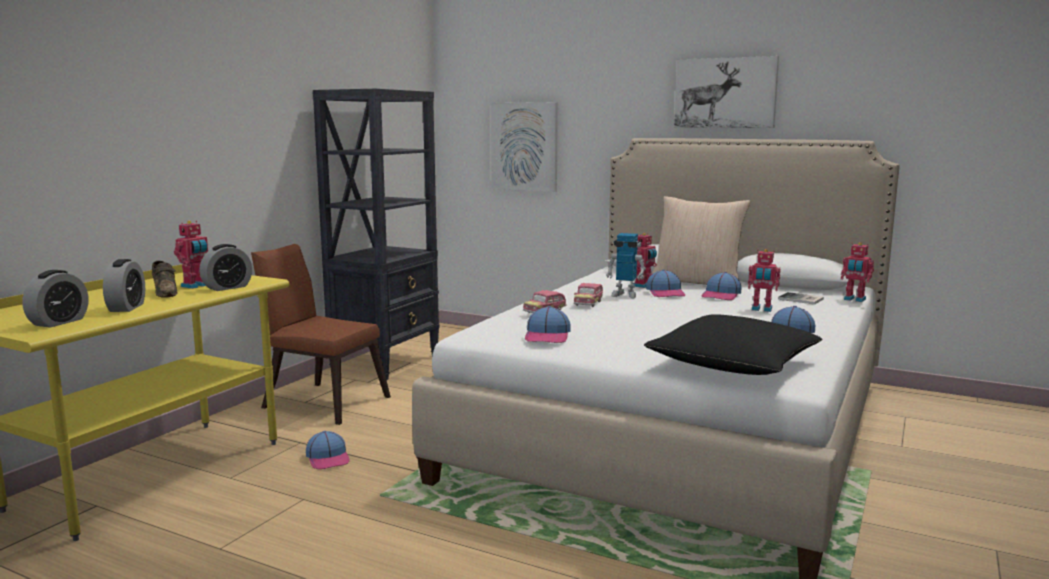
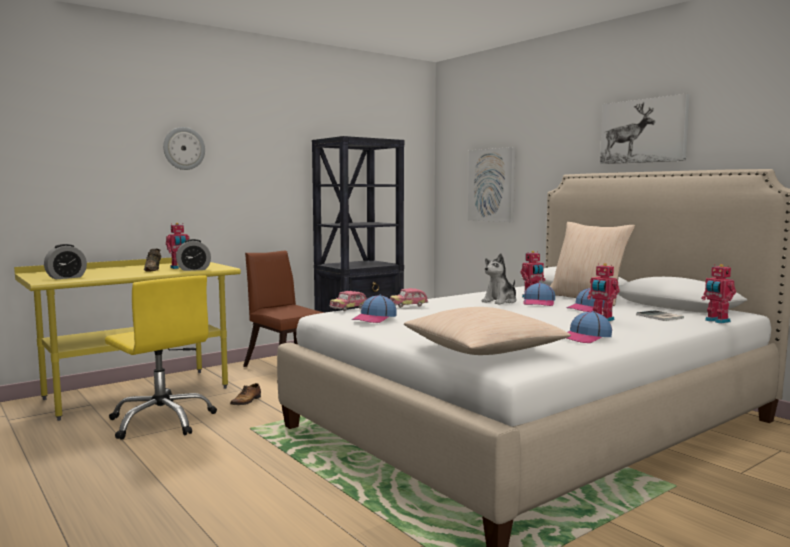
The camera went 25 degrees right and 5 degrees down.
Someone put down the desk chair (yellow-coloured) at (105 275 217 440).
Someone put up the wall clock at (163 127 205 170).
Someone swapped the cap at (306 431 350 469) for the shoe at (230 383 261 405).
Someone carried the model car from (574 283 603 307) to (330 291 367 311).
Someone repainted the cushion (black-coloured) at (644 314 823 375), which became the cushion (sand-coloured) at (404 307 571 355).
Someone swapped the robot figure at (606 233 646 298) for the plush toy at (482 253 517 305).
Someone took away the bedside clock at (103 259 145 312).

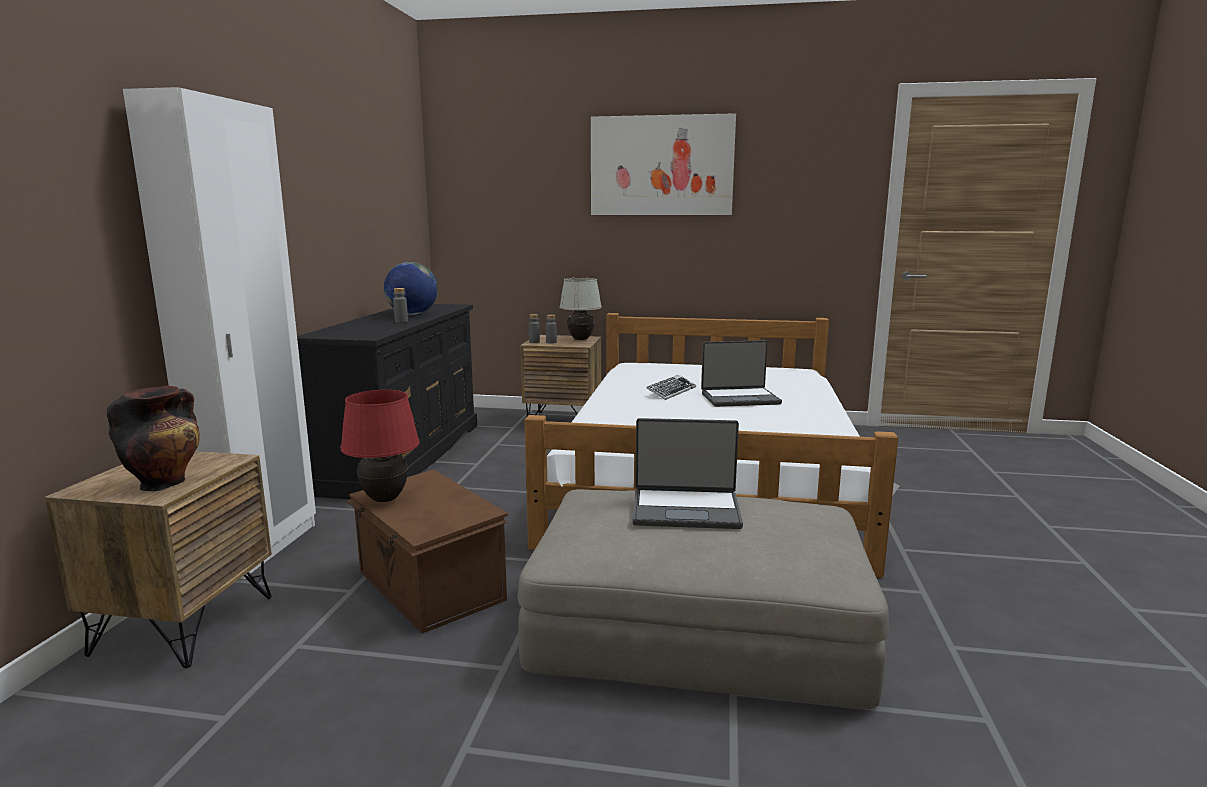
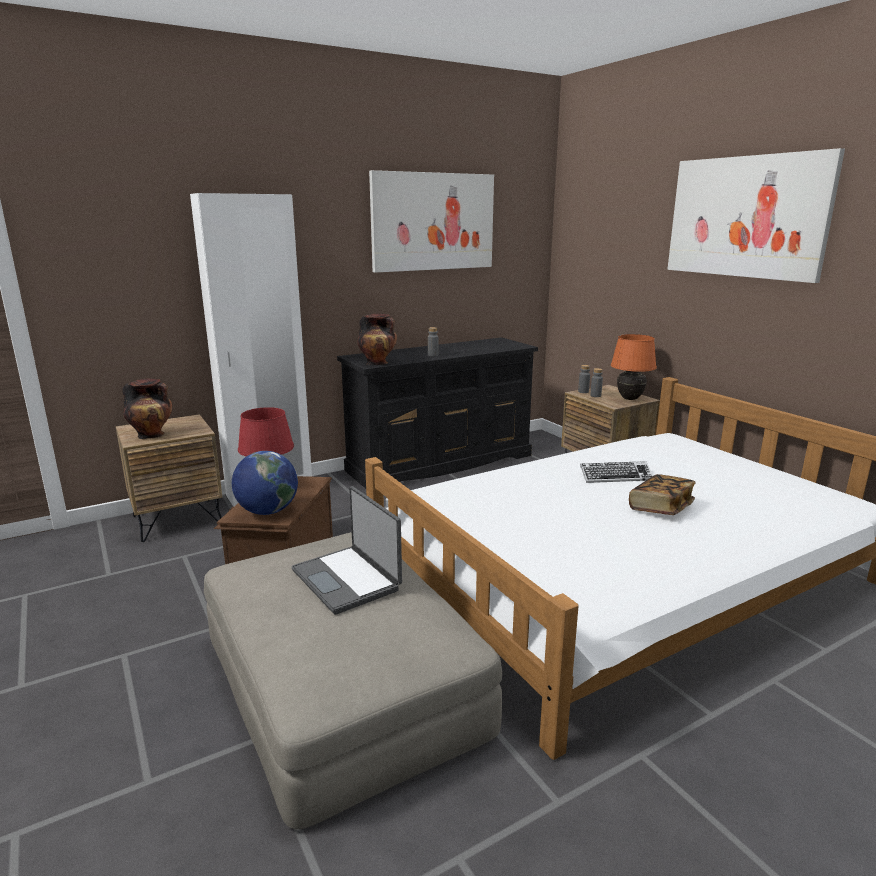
The camera went 50 degrees right and 5 degrees up.
Someone carried the world globe from (384 262 438 315) to (232 451 298 515).
Someone put down the vase at (357 314 397 365).
Someone put up the wall art at (369 170 494 273).
Someone repainted the lamp for a table (white-coloured) at (559 278 602 340), which became the lamp for a table (orangey) at (611 334 657 400).
Someone swapped the notebook computer at (701 340 782 407) for the book at (629 474 696 515).

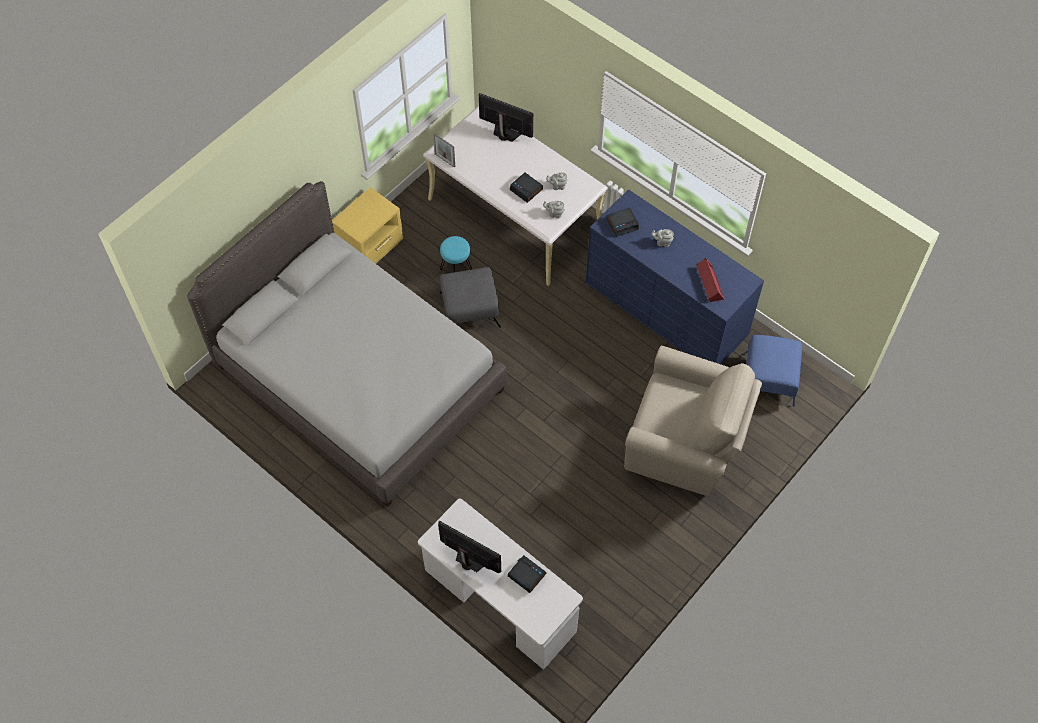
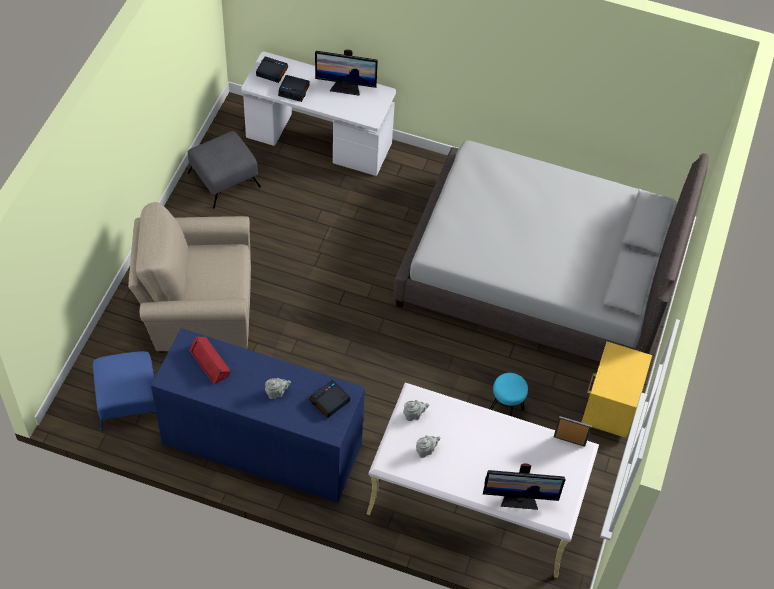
The camera went 155 degrees right and 5 degrees down.
Someone carried the footrest (gray) from (440 267 501 328) to (188 131 261 208).
Someone carried the bedside clock from (510 173 543 203) to (256 56 288 83).

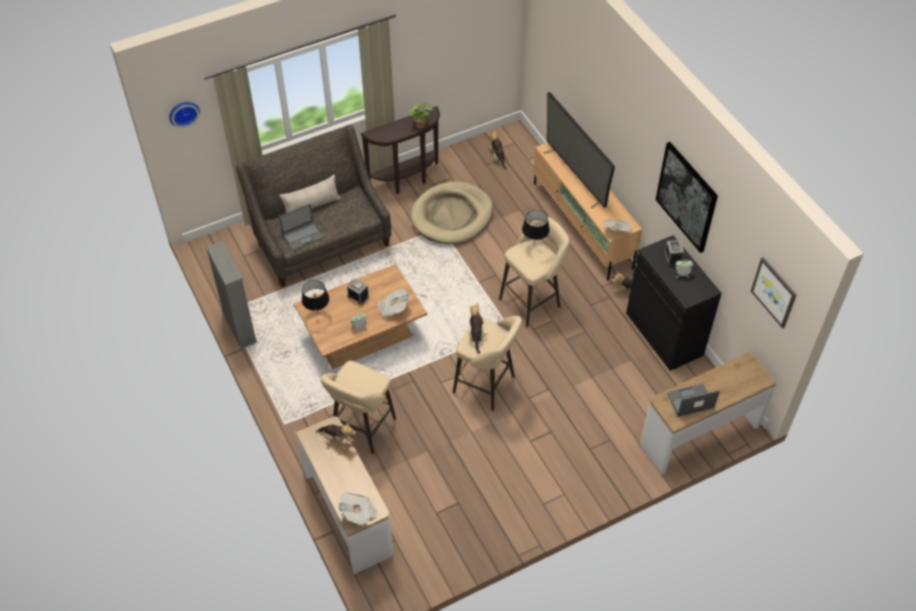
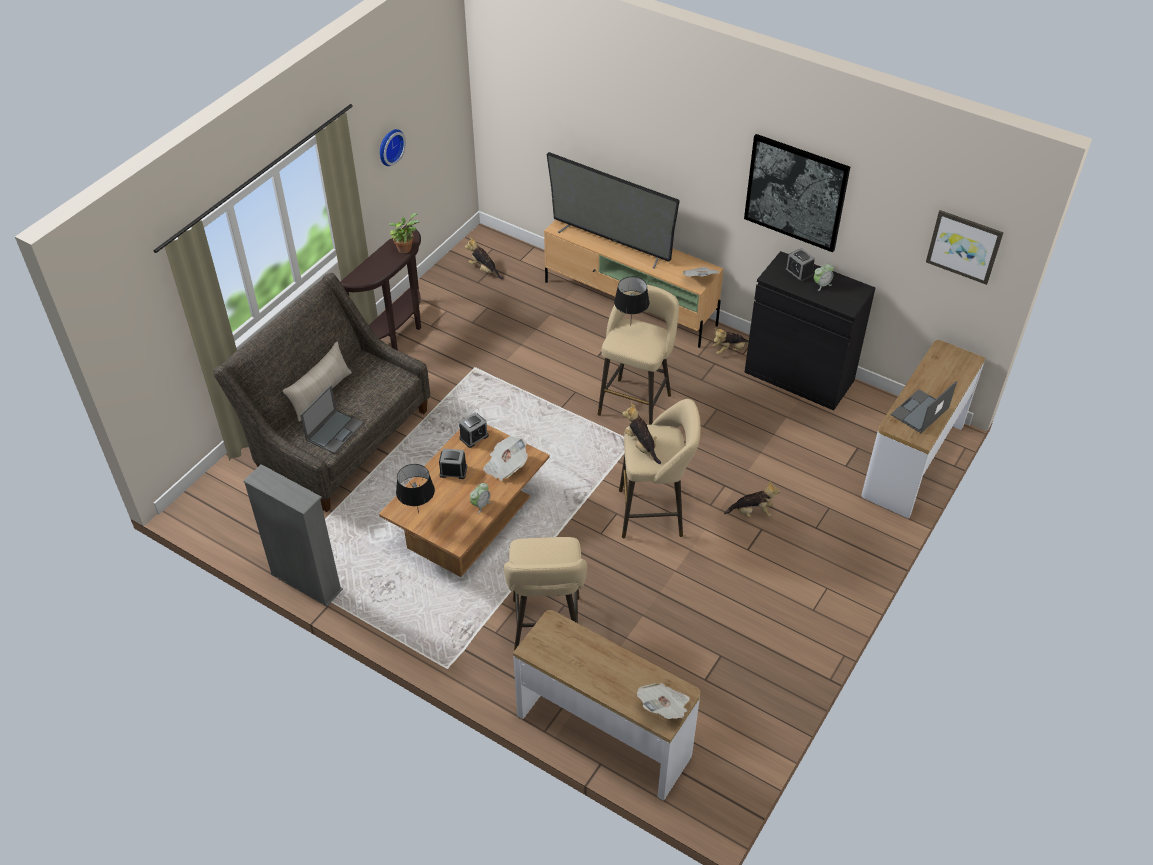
The camera went 30 degrees left and 5 degrees down.
Someone carried the wall clock from (169 102 200 128) to (380 129 406 166).
Someone put down the bedside clock at (459 412 489 448).
Someone carried the plush toy from (316 422 356 450) to (724 481 779 518).
Someone took away the dog bed (sand-coloured) at (410 181 493 244).

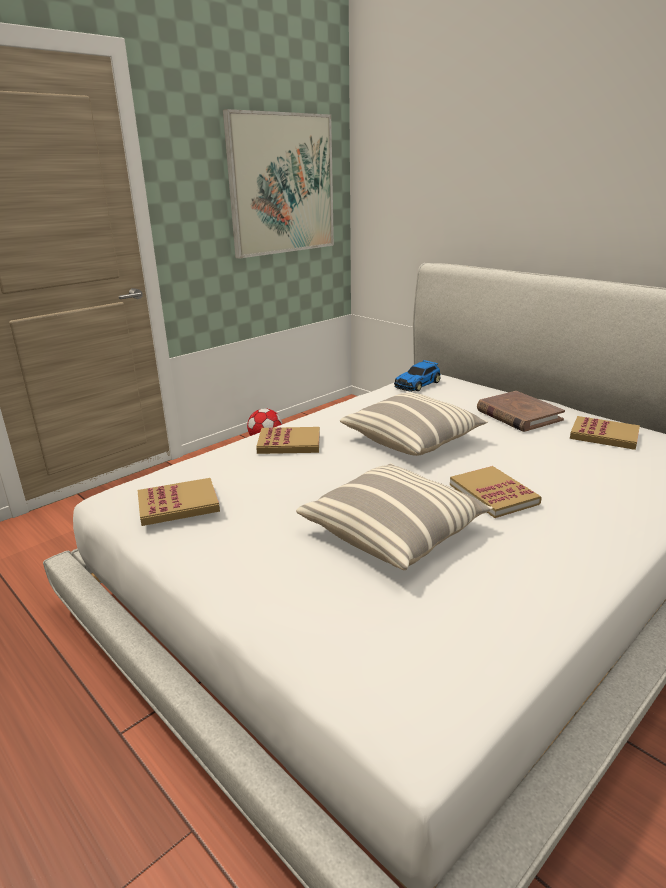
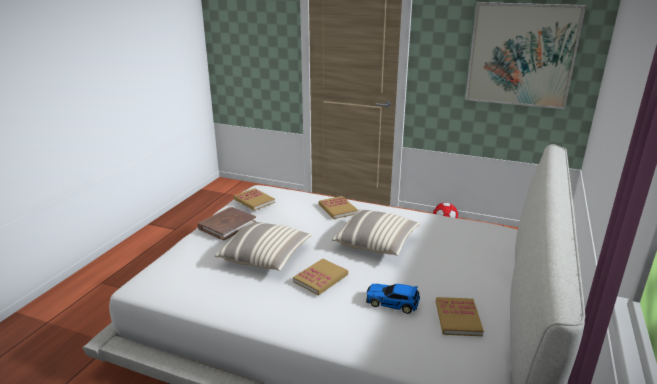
The camera went 65 degrees right and 0 degrees up.
Someone carried the book (brown) from (477 391 565 432) to (198 207 256 241).
Someone carried the model car from (394 360 441 392) to (366 284 420 314).

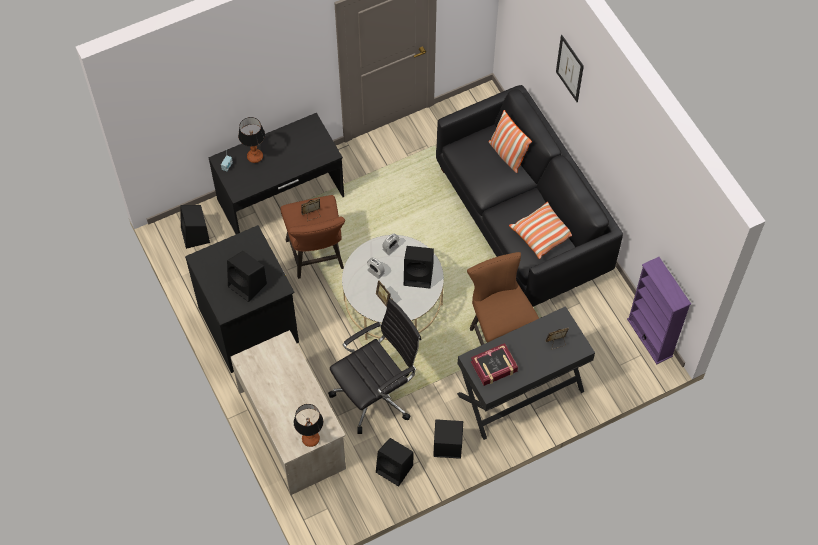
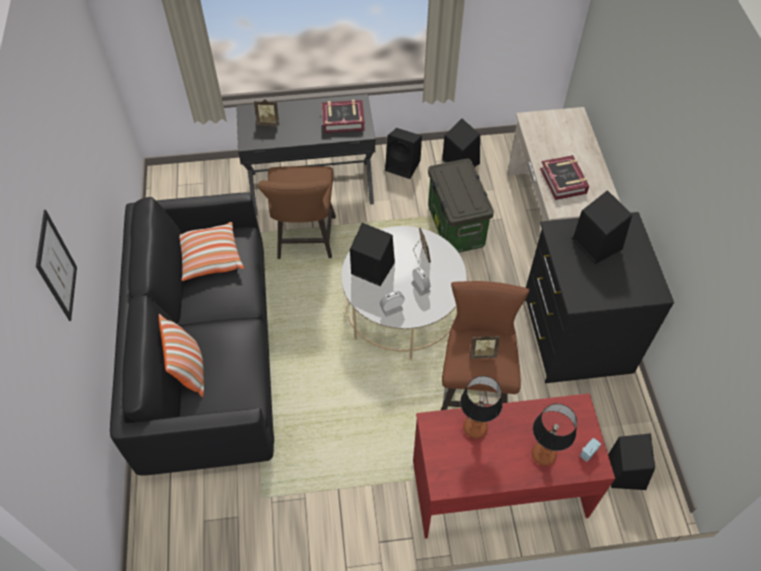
The camera went 160 degrees left and 5 degrees down.
Someone repainted the desk table (black-coloured) at (208 113 344 234), which became the desk table (red-coloured) at (413 393 615 539).
Someone swapped the desk chair (black-coloured) at (328 298 421 434) for the storage bin at (428 158 494 253).
Someone carried the lamp for a table from (294 404 323 447) to (460 376 502 438).
Someone put down the book at (540 155 589 200).
Someone took away the shelving unit (purple-coloured) at (627 257 691 364).

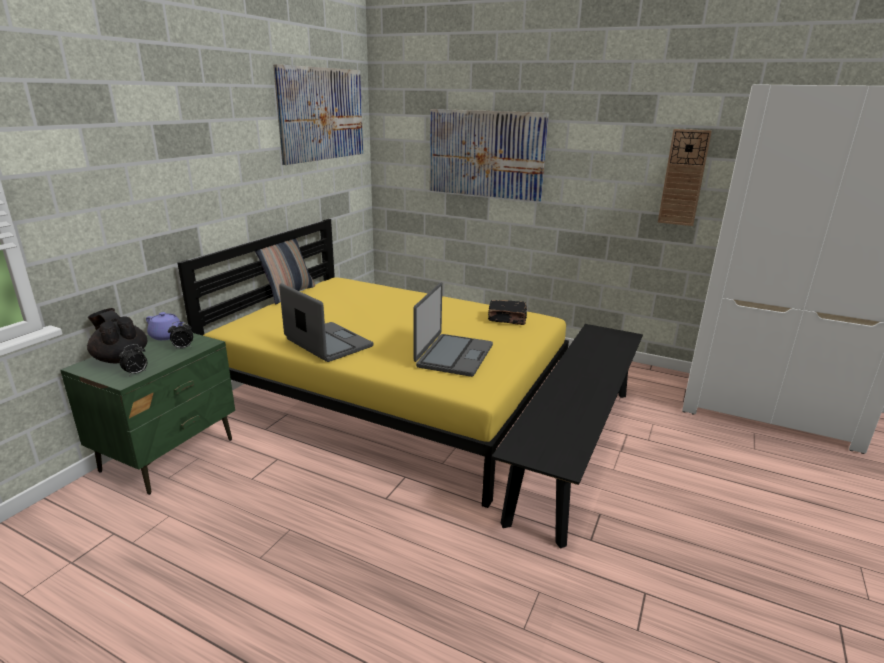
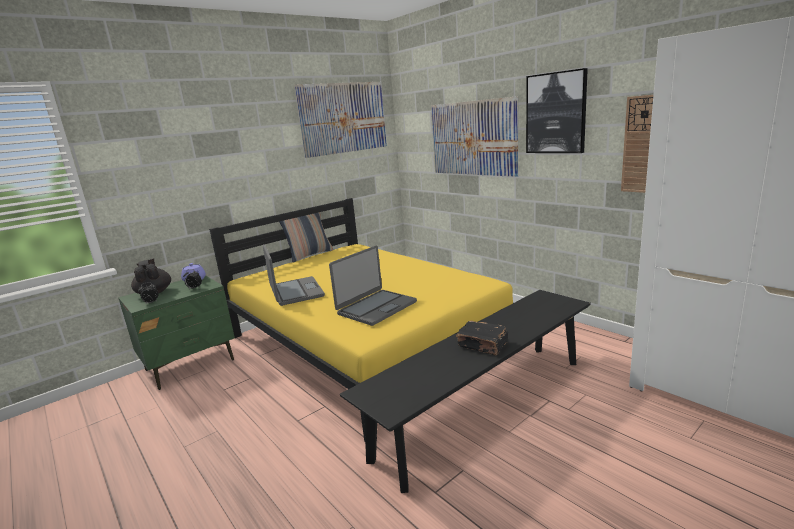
The camera went 25 degrees right and 5 degrees down.
Someone carried the book (black-coloured) from (488 300 527 325) to (456 321 508 355).
Someone put up the wall art at (526 68 588 153).

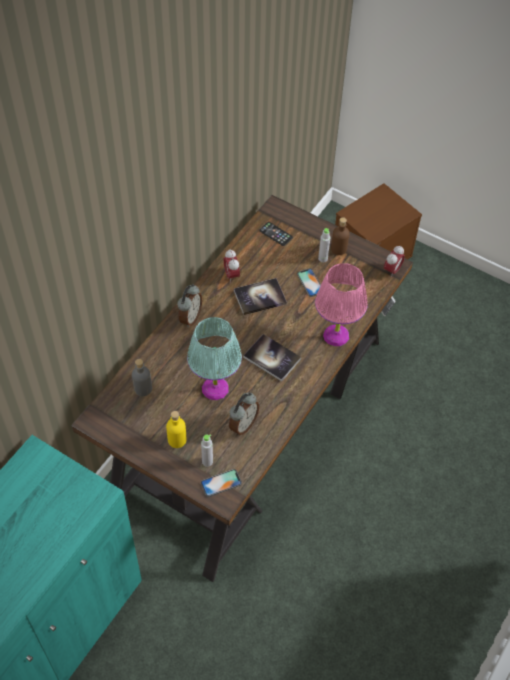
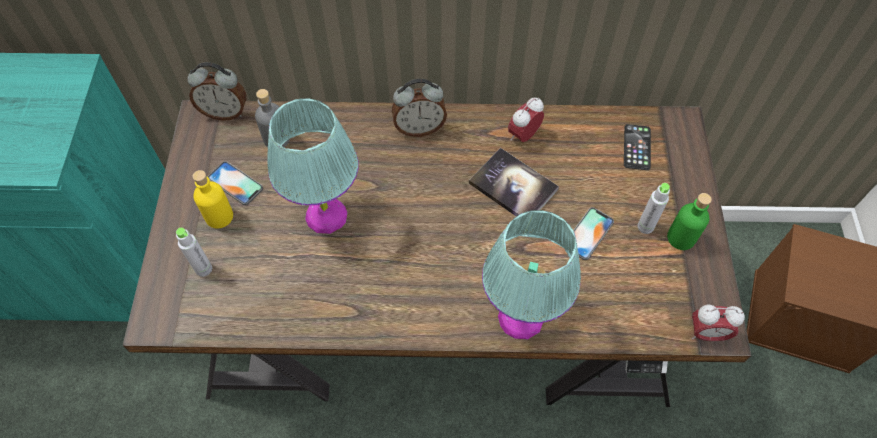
The camera went 60 degrees right and 5 degrees up.
Someone carried the bedside clock from (229 392 259 435) to (187 62 246 121).
Someone carried the phone from (201 469 242 497) to (208 161 263 205).
Someone repainted the lamp for a table (pinkish) at (315 263 368 346), which became the lamp for a table (blue-green) at (482 210 581 339).
Someone repainted the beverage bottle (brown) at (331 217 350 255), which became the beverage bottle (green-coloured) at (667 193 712 250).
Someone took away the book at (243 334 301 382).

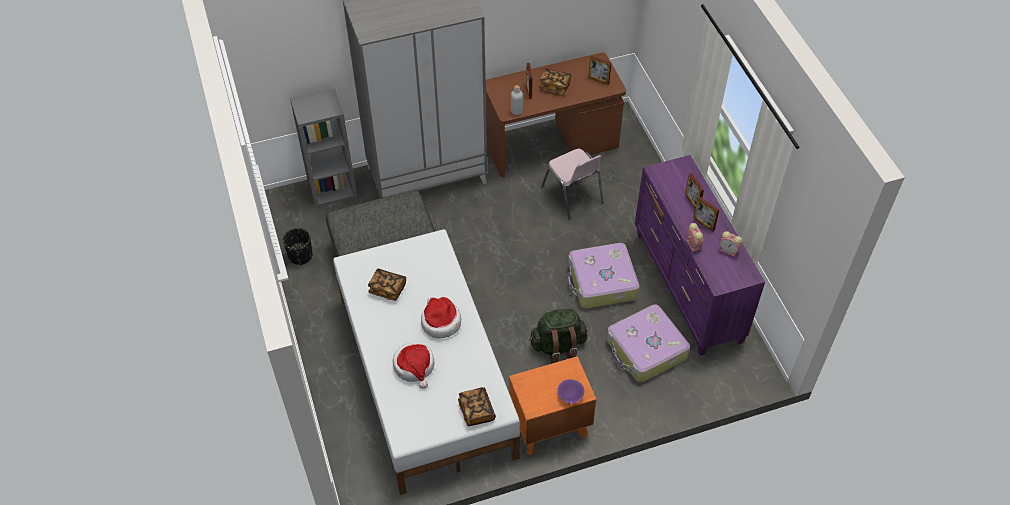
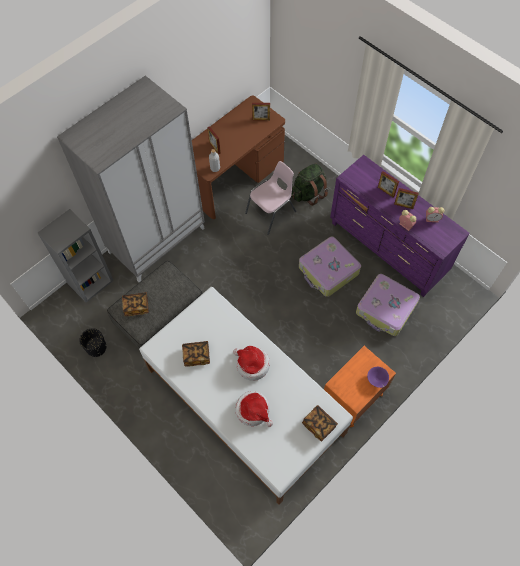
The camera went 25 degrees left and 10 degrees up.
Someone carried the book from (539 68 571 94) to (122 292 149 316).
Someone rotated the plain chair (pinkish) at (541 149 604 220) by 75 degrees counterclockwise.
Someone carried the knapsack (green-coloured) from (529 309 587 363) to (291 164 328 206).

